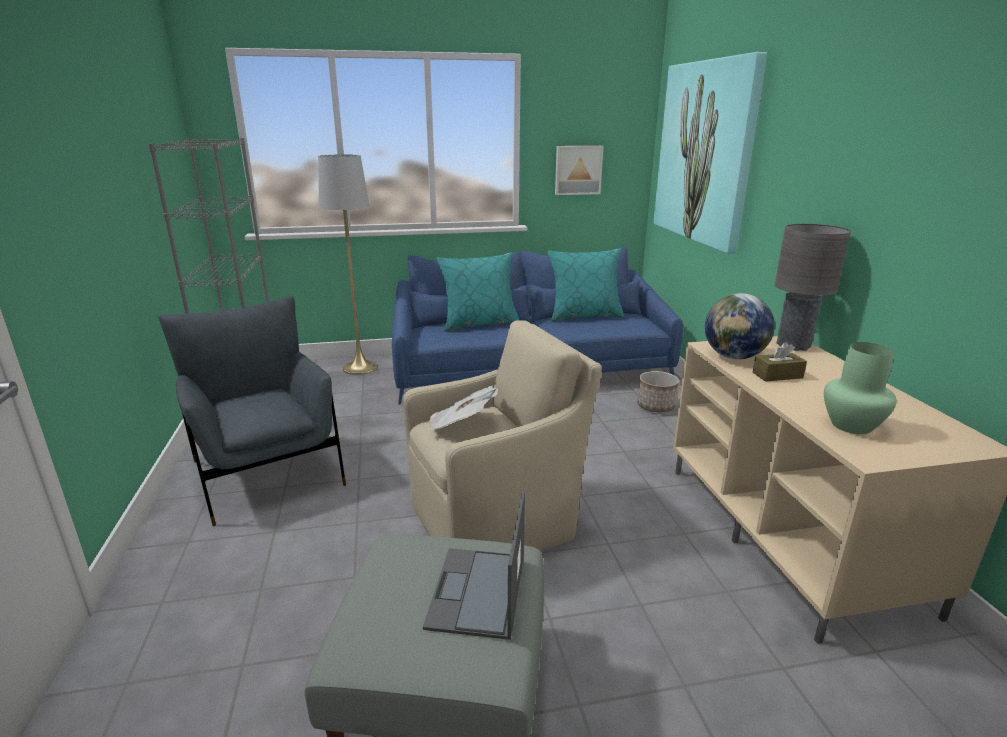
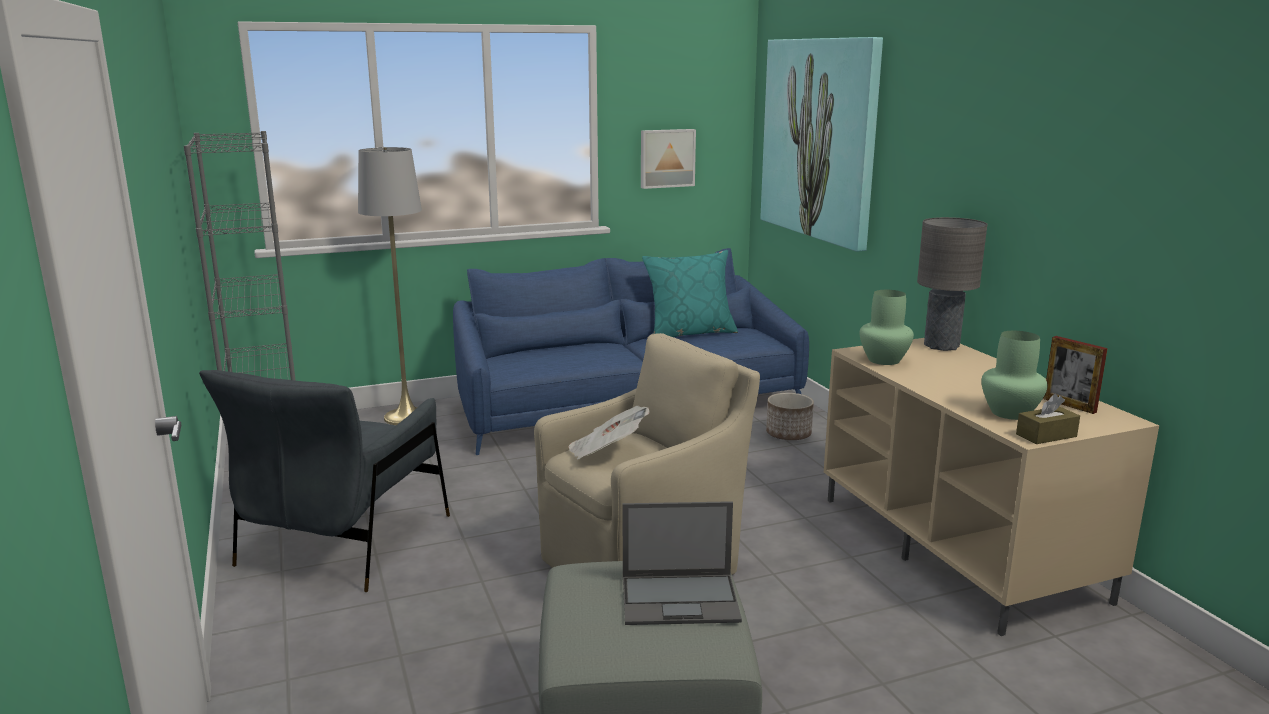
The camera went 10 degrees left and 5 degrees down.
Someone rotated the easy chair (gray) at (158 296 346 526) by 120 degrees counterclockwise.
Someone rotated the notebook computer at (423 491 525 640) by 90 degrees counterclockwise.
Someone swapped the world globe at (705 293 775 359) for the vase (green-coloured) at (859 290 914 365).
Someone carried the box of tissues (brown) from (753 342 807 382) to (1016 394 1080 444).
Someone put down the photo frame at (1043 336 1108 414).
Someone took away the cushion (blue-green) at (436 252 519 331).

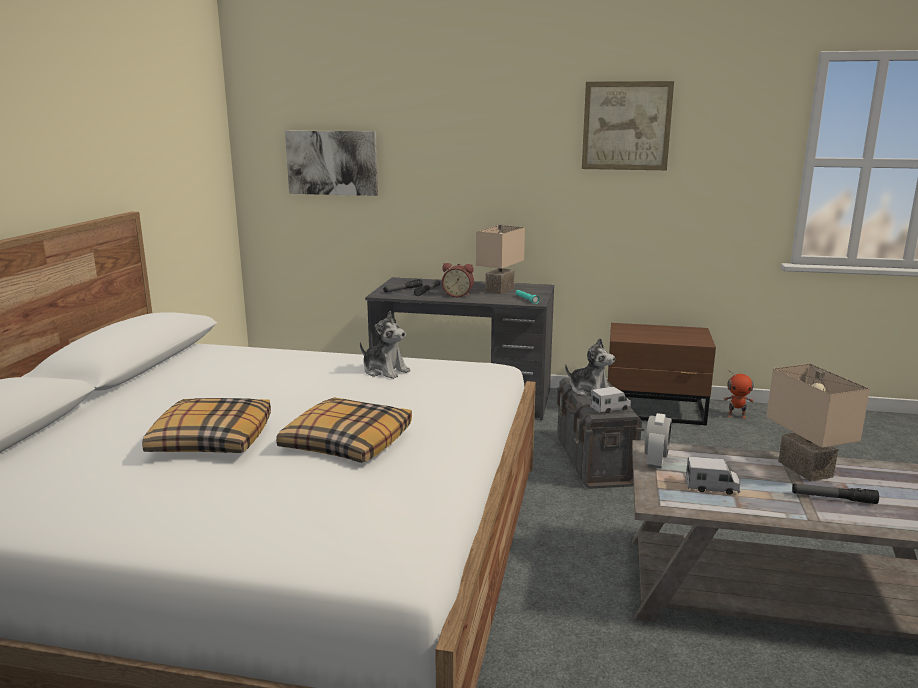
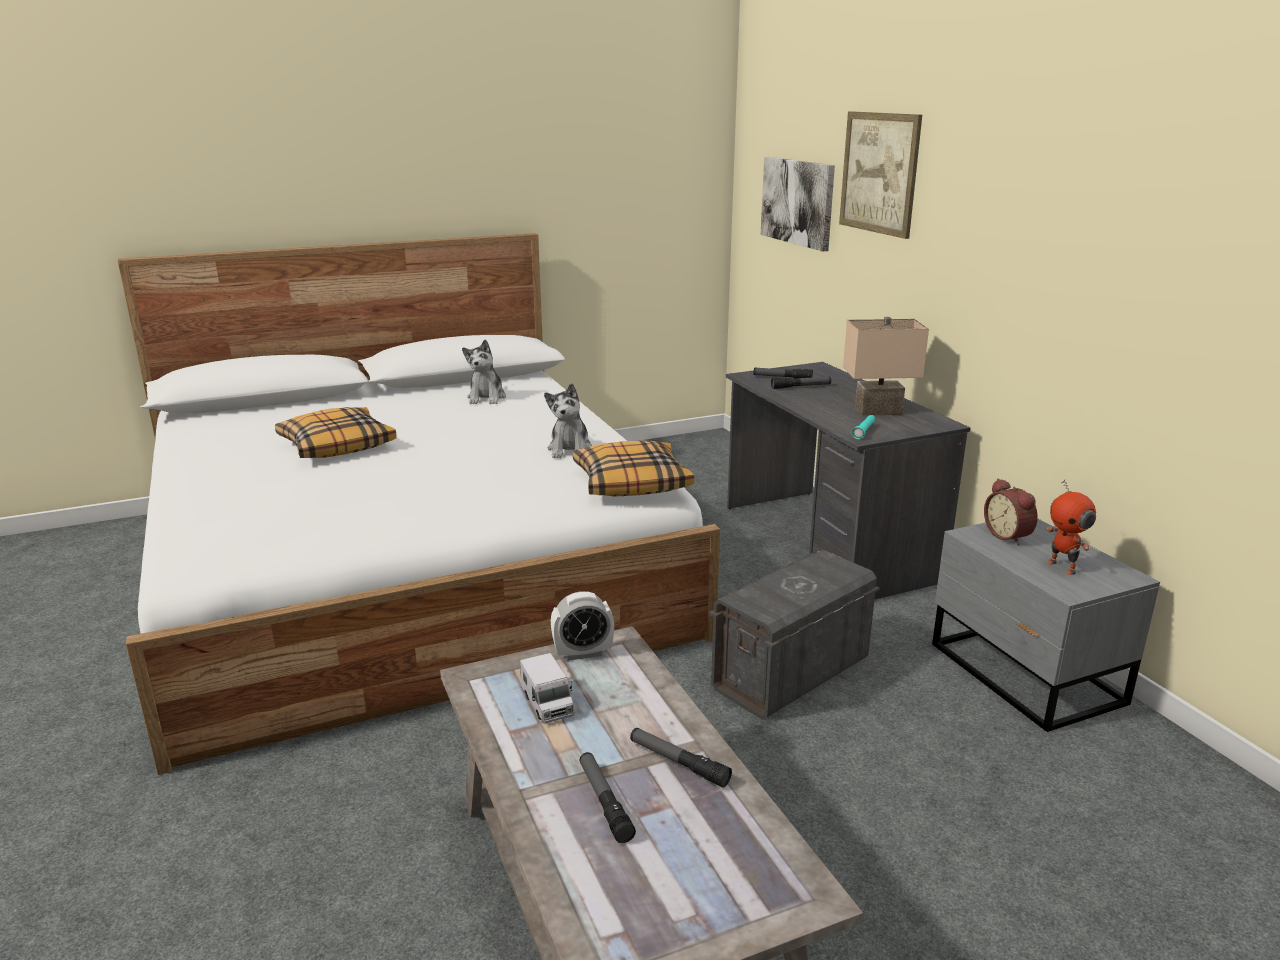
The camera went 55 degrees right and 5 degrees up.
Someone carried the plush toy from (565 338 615 396) to (462 340 506 404).
Someone carried the cushion from (276 397 412 463) to (573 440 694 496).
Someone swapped the lamp for a table (sand-coloured) at (766 363 870 482) for the torch at (630 728 732 787).
Someone carried the wall art from (582 81 674 170) to (839 111 922 239).
Someone repainted the nightstand (brown) at (608 323 716 425), which became the nightstand (gray) at (932 518 1160 732).
Someone carried the bedside clock from (442 263 474 297) to (984 478 1038 545).
Someone carried the robot figure from (724 369 754 418) to (1047 480 1096 575).
Someone took away the toy truck at (590 386 631 413).

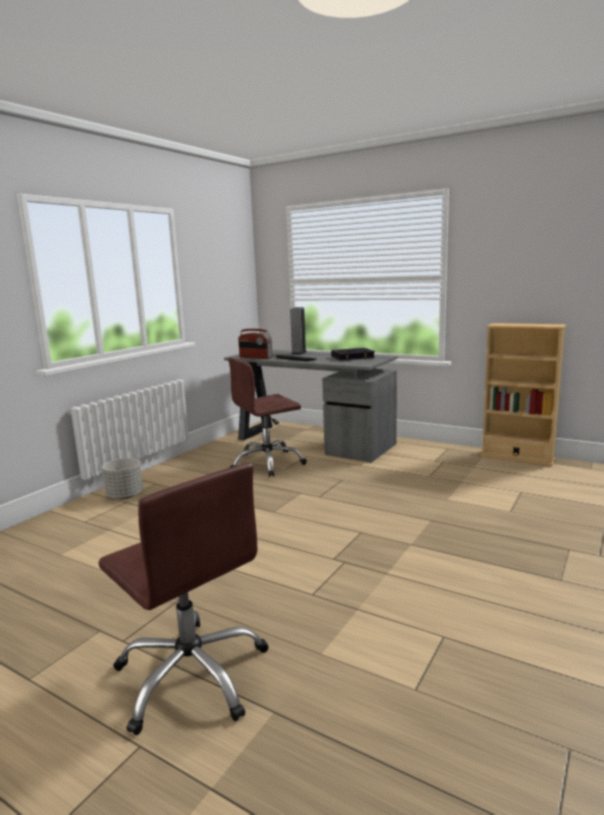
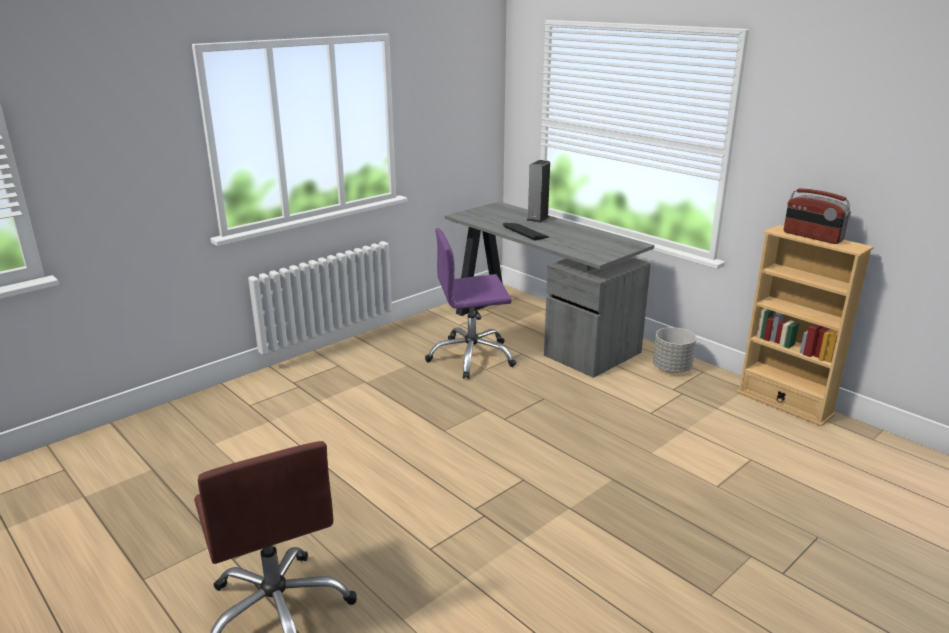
The camera went 15 degrees right and 10 degrees up.
Someone repainted the desk chair (brown) at (228 357 307 477), which became the desk chair (purple-coloured) at (425 228 517 379).
Someone carried the flower pot (gray) from (102 458 143 499) to (653 327 696 373).
Someone carried the radio set from (238 329 272 359) to (784 188 851 244).
Someone took away the book at (331 348 375 361).

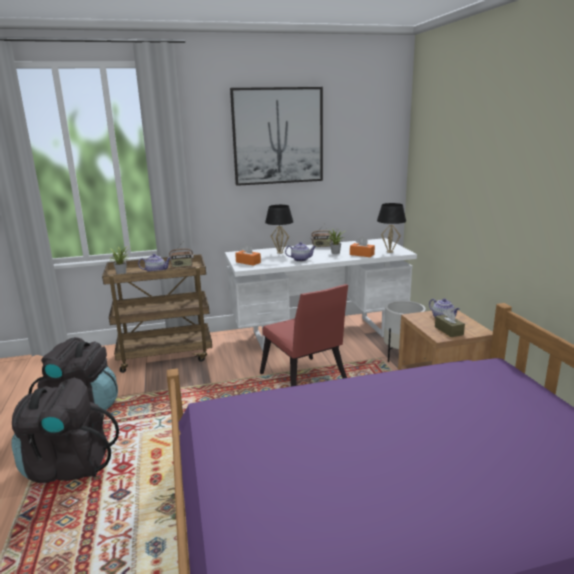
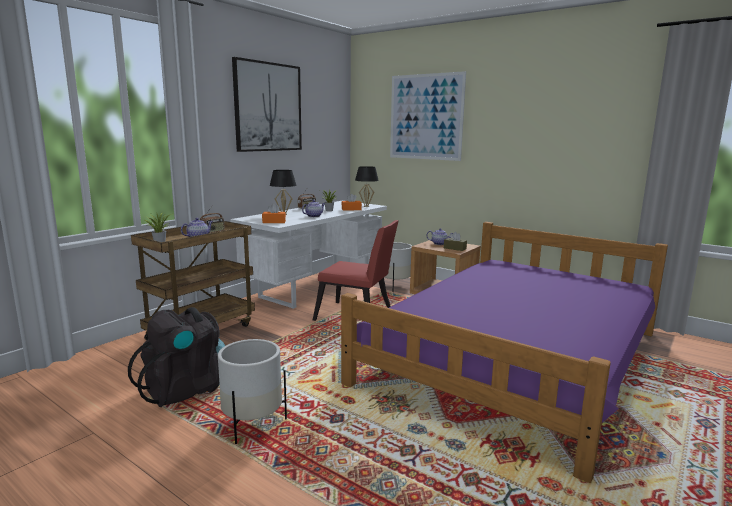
The camera went 40 degrees left and 5 degrees down.
Someone swapped the knapsack (black-coloured) at (11 378 119 483) for the flower pot (white-coloured) at (218 339 287 444).
Someone put up the wall art at (390 71 466 161).

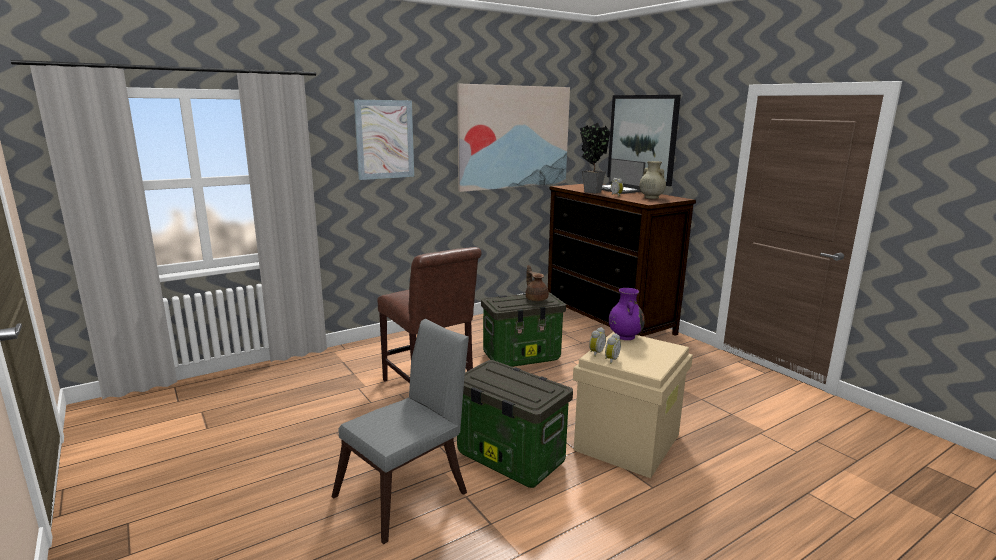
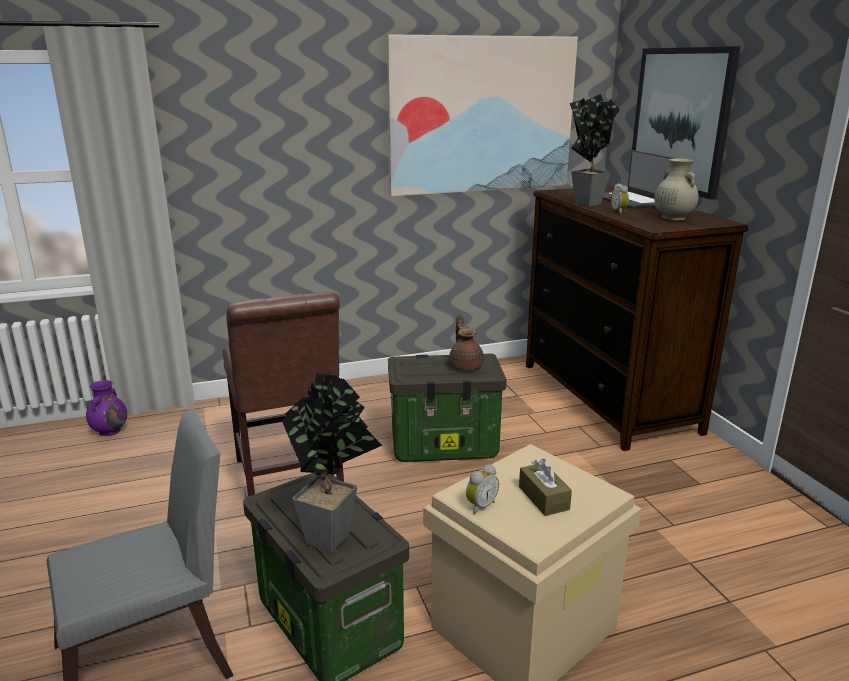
The camera went 15 degrees right and 5 degrees up.
Someone carried the vase (purple-coloured) from (609 288 645 340) to (86 380 127 436).
Someone put down the potted plant at (282 374 383 552).
Someone put down the box of tissues (brown) at (519 459 572 516).
Someone took away the wall art at (354 100 414 180).
Someone took away the bedside clock at (589 327 606 357).

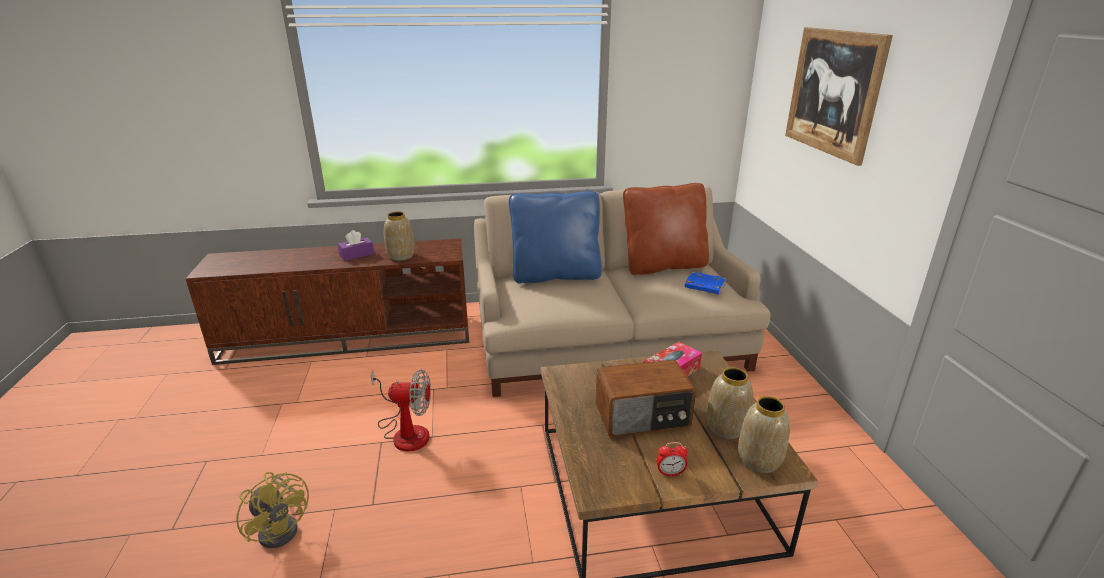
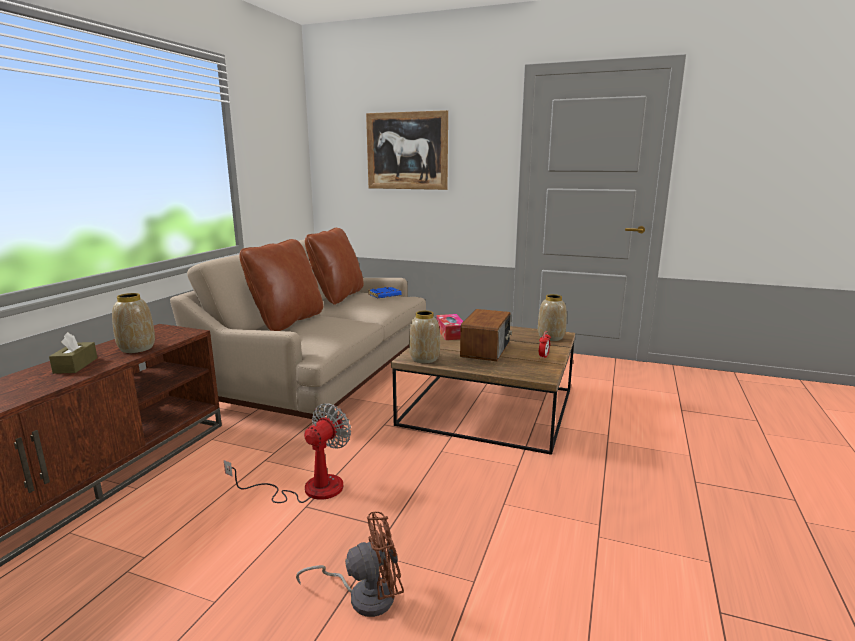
The camera went 60 degrees left and 10 degrees down.
Someone repainted the box of tissues (purple-coloured) at (338 230 374 261), which became the box of tissues (brown) at (49 332 97 374).
Someone repainted the cushion (bluish) at (509 191 602 283), which became the cushion (brown) at (239 239 323 331).
Someone repainted the cooling fan (yellow-coloured) at (236 472 309 548), which became the cooling fan (brown) at (296 511 404 617).
Someone carried the vase from (706 367 753 439) to (409 311 440 363).

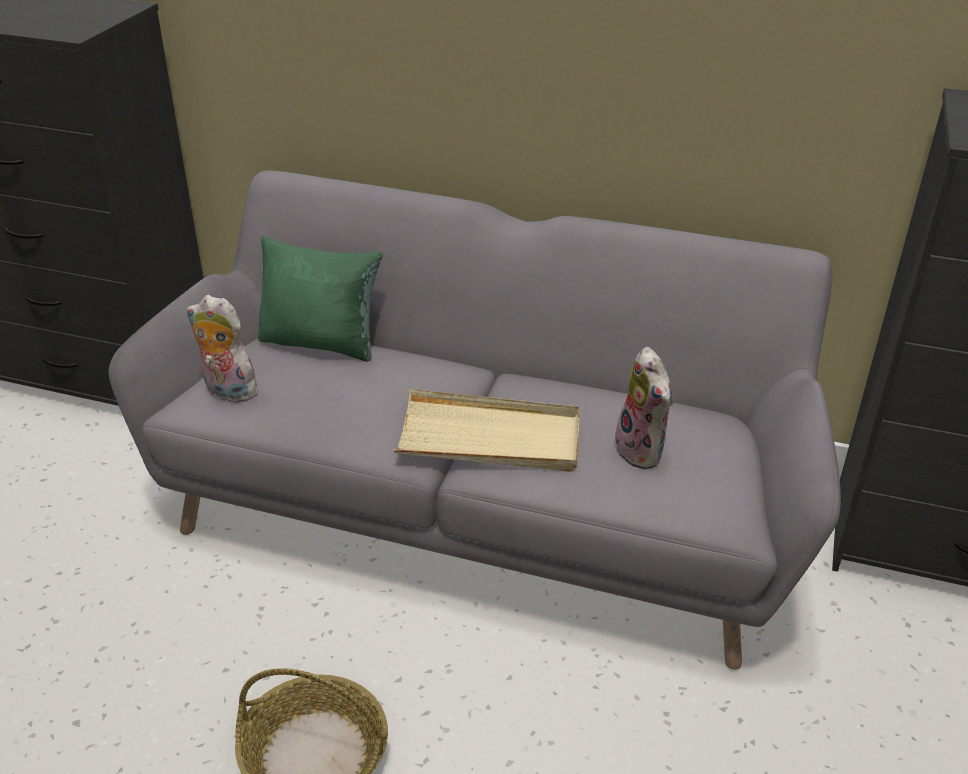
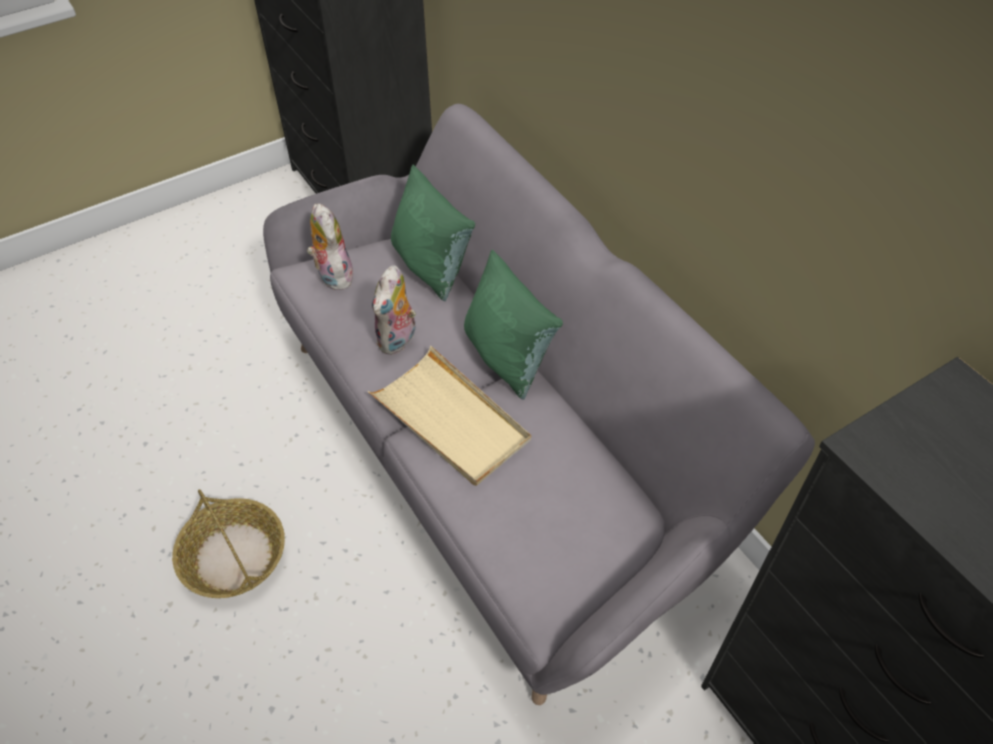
The camera went 40 degrees right and 15 degrees up.
Someone carried the plush toy from (615 347 674 469) to (372 265 416 355).
Someone put down the cushion (green-coloured) at (464 249 563 400).

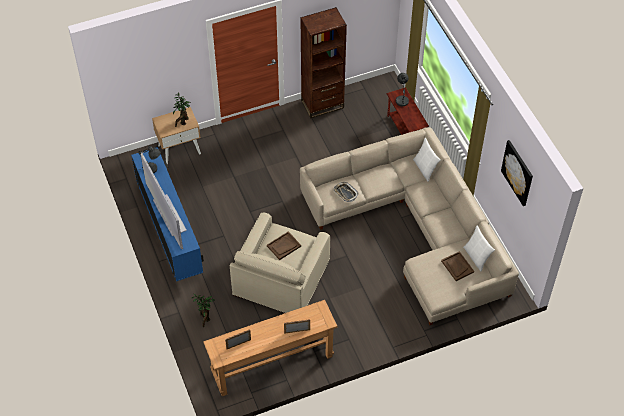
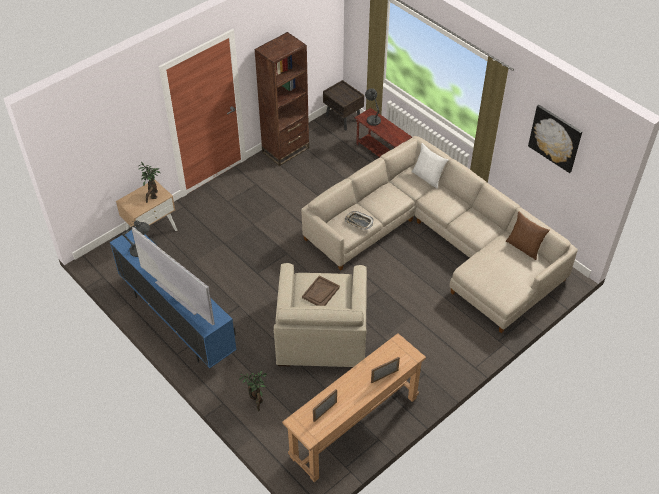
The camera went 20 degrees left and 5 degrees down.
Someone put down the nightstand (brown) at (323 80 364 131).
Someone repainted the cushion (white-coloured) at (463 226 495 272), which became the cushion (brown) at (506 212 550 260).
Someone took away the tray (brown) at (441 251 474 281).

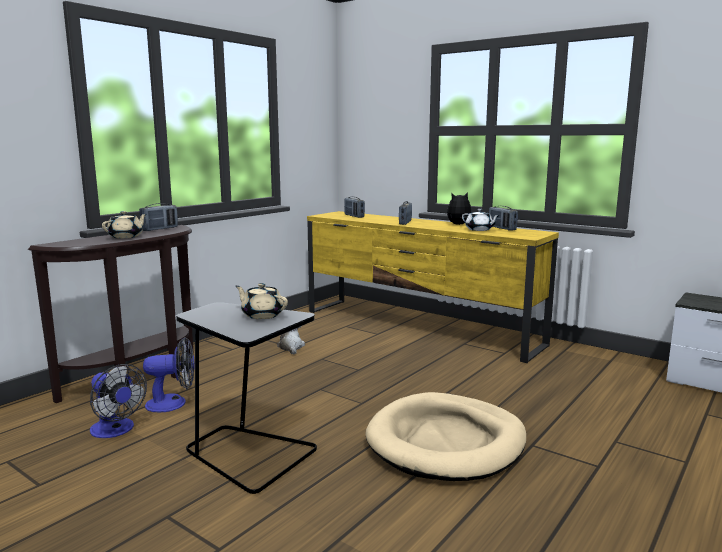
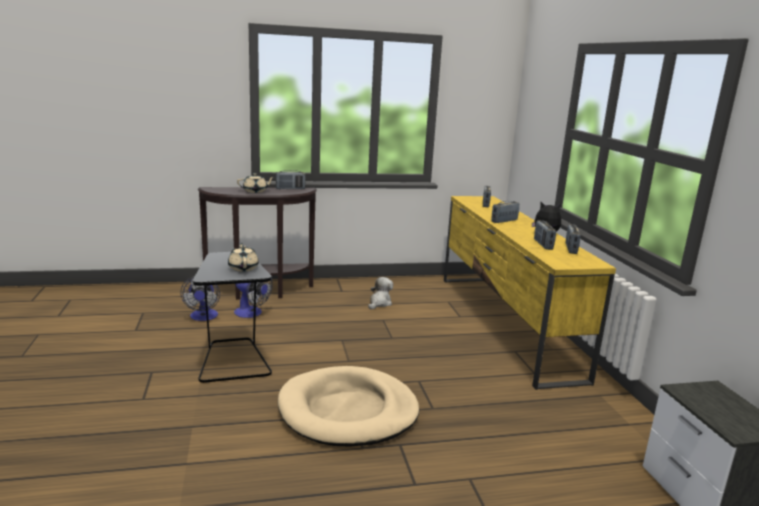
The camera went 40 degrees right and 5 degrees up.
Someone swapped the pot for tea (white-coloured) at (462 209 500 231) for the radio set at (534 220 556 250).

